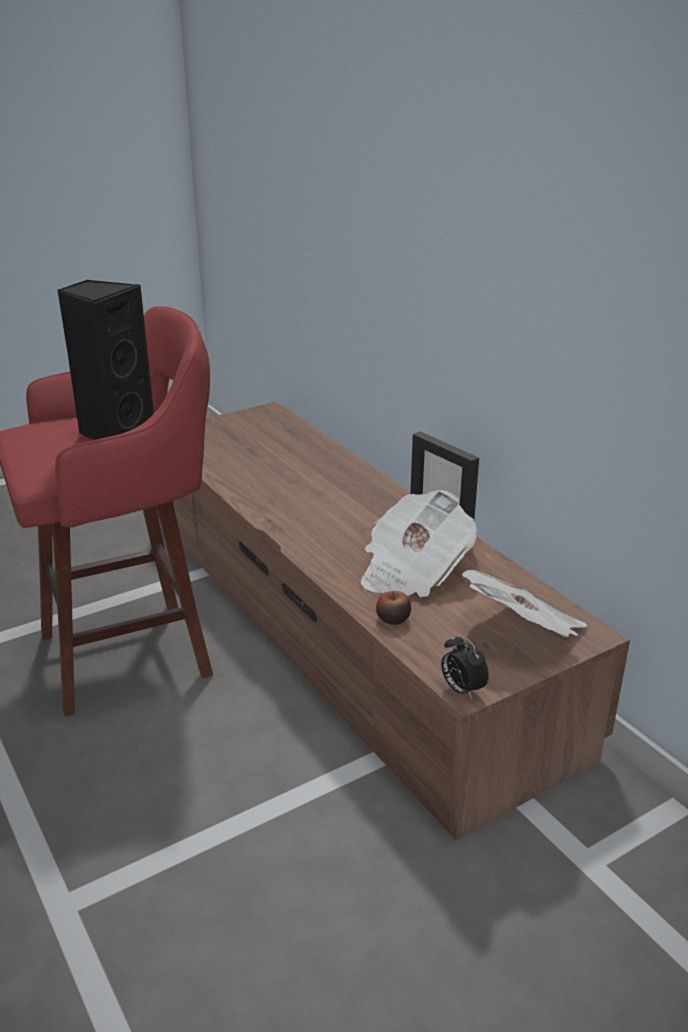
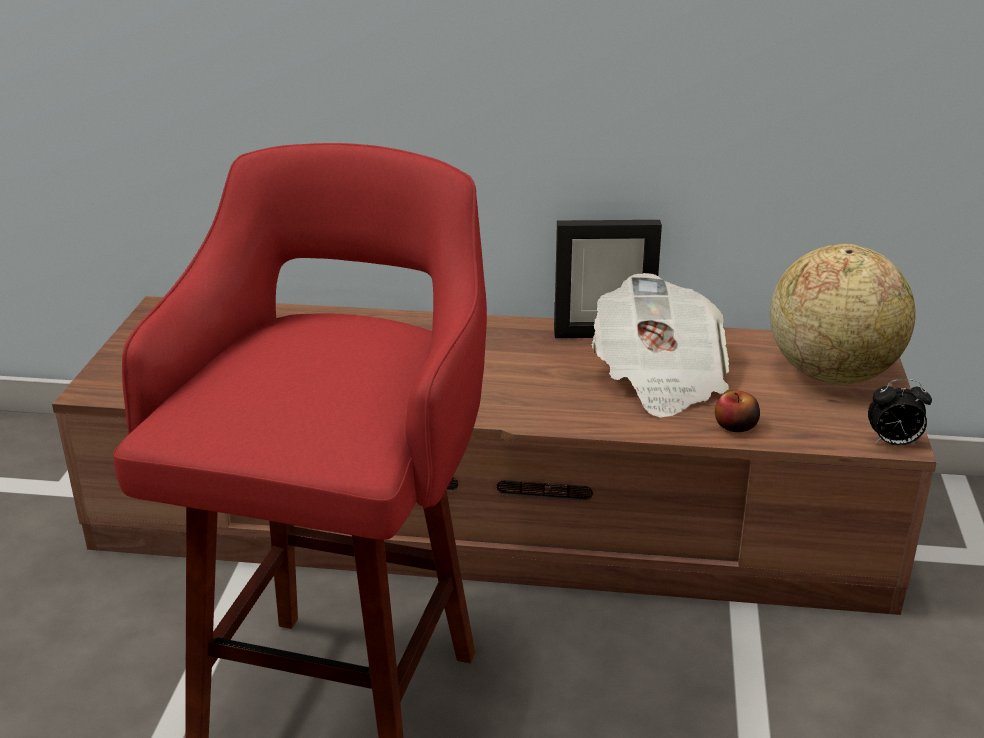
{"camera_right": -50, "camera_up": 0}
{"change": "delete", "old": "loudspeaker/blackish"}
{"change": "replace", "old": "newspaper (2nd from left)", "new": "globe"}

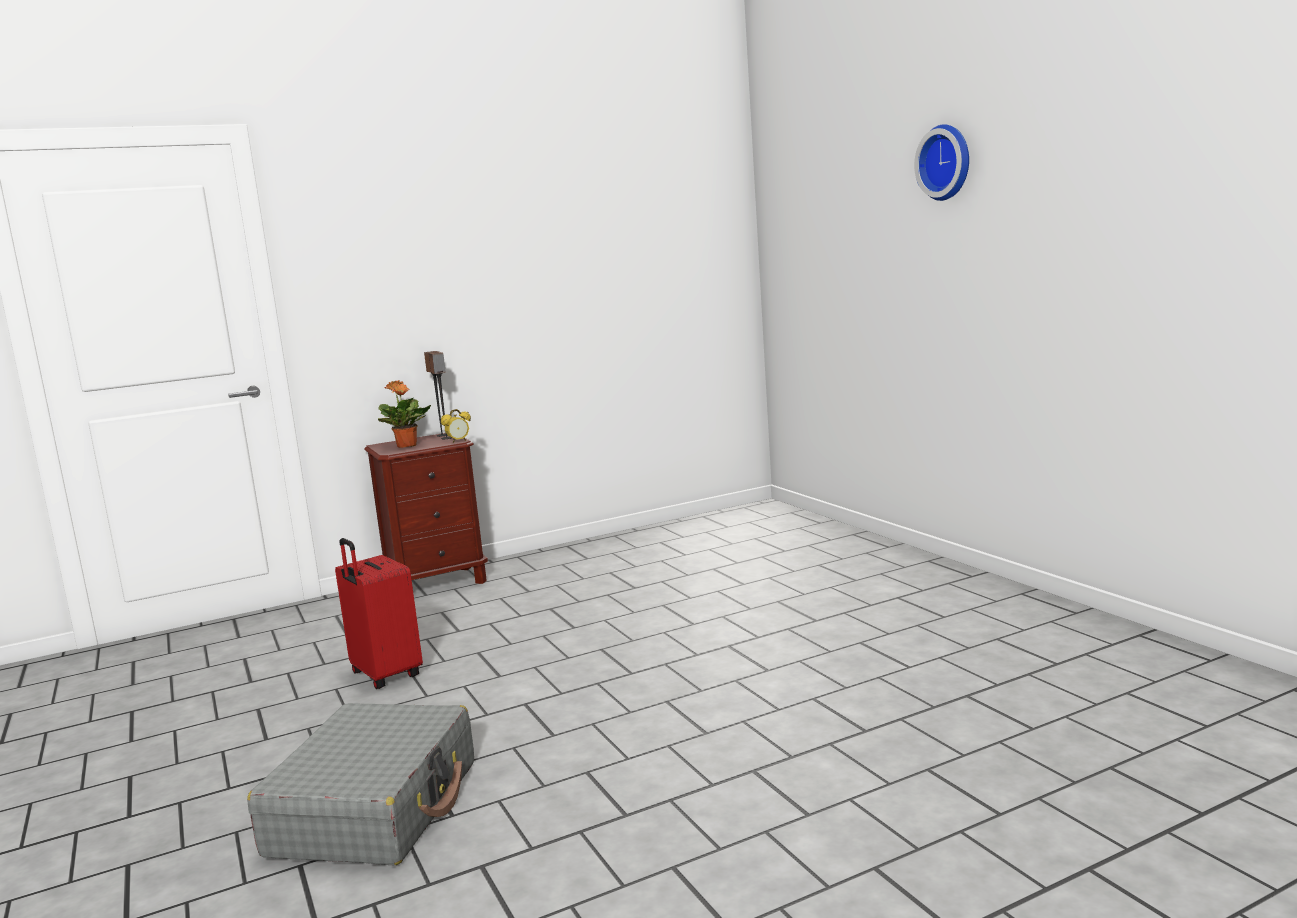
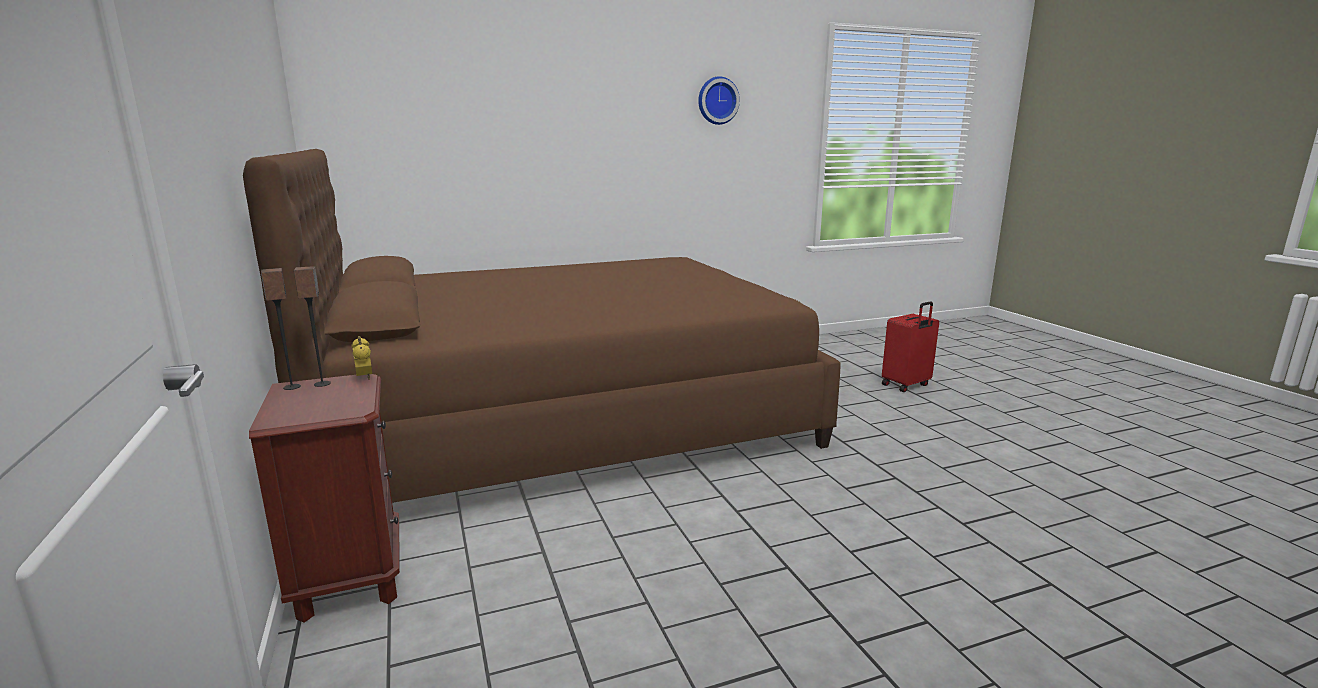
{"camera_right": -85, "camera_up": 5}
{"change": "delete", "old": "piece of luggage/gray"}
{"change": "move", "old": "piece of luggage/reddish"}
{"change": "delete", "old": "potted plant"}
{"change": "move", "old": "hanging clock"}
{"change": "insert", "new": "bed/brownish"}

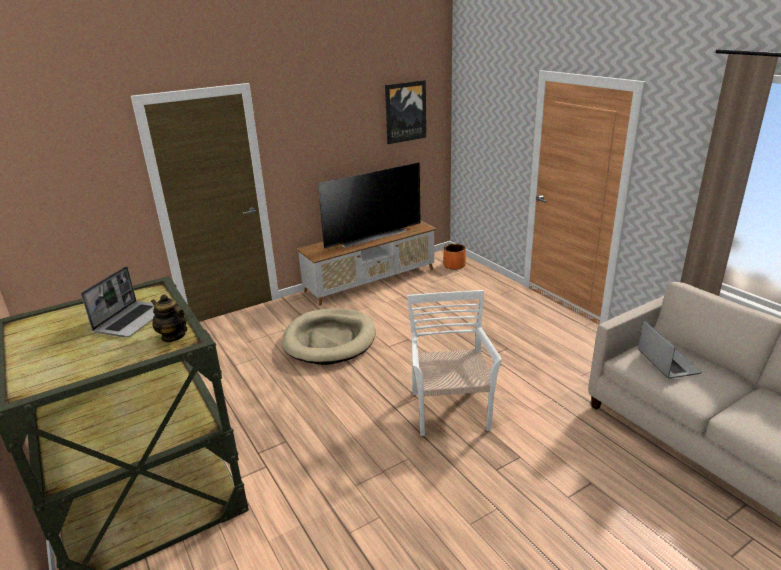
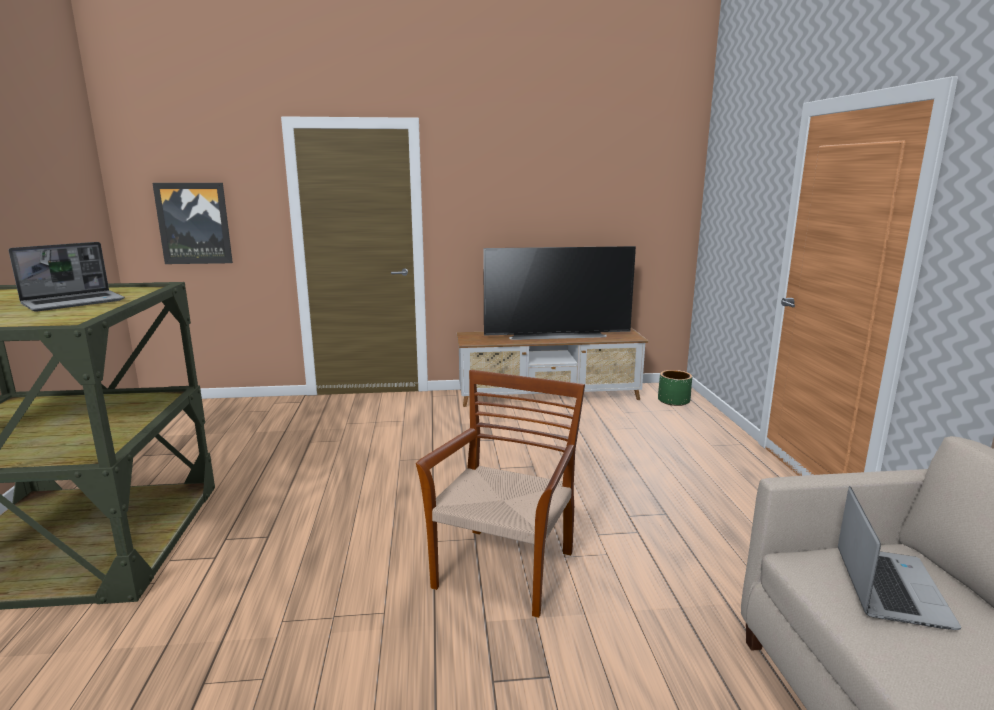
{"camera_right": 25, "camera_up": -10}
{"change": "delete", "old": "tea pot"}
{"change": "delete", "old": "dog bed/beige"}
{"change": "move", "old": "wall art"}
{"change": "recolor", "old": "easy chair/whitish", "new": "easy chair/brownish"}
{"change": "recolor", "old": "planter/orange-coloured", "new": "planter/green"}

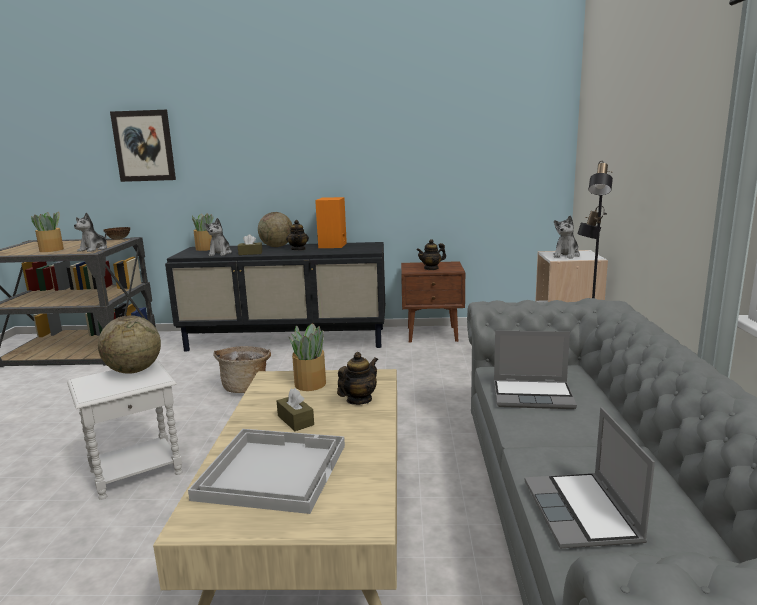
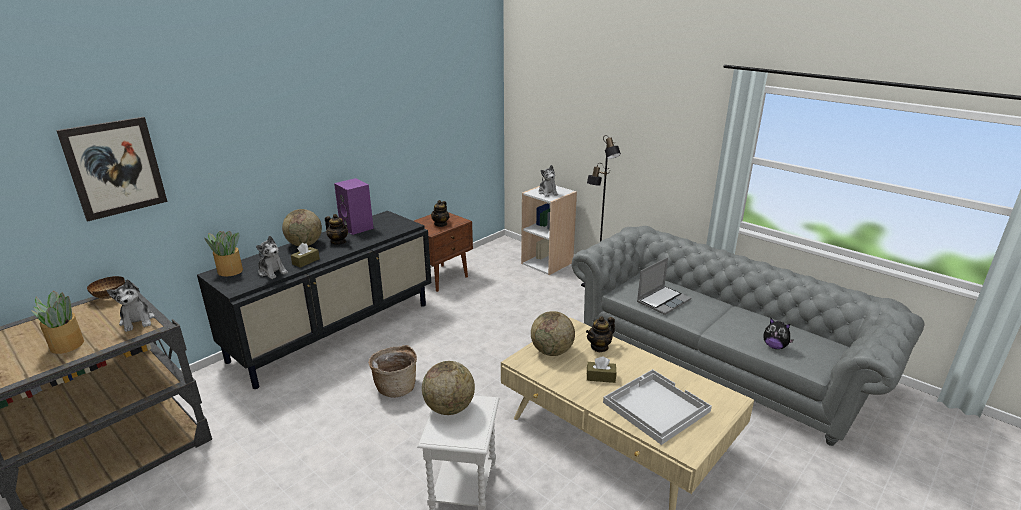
{"camera_right": -50, "camera_up": 10}
{"change": "replace", "old": "potted plant (3rd from left)", "new": "globe (3rd from left)"}
{"change": "recolor", "old": "loudspeaker/orange-coloured", "new": "loudspeaker/purplish"}
{"change": "rotate", "old": "tea pot (2nd from left in the first image)", "degrees": -120}
{"change": "replace", "old": "laptop (2nd from left)", "new": "plush toy (4th from left)"}

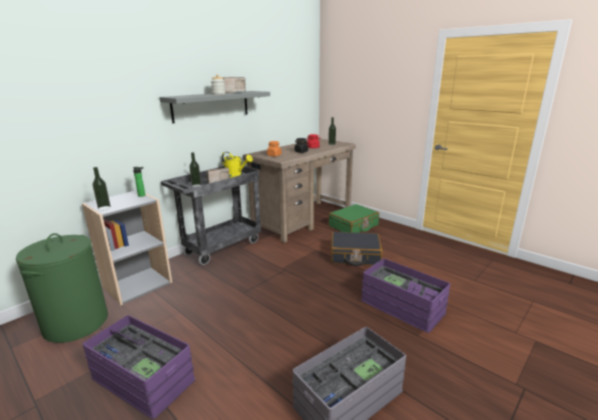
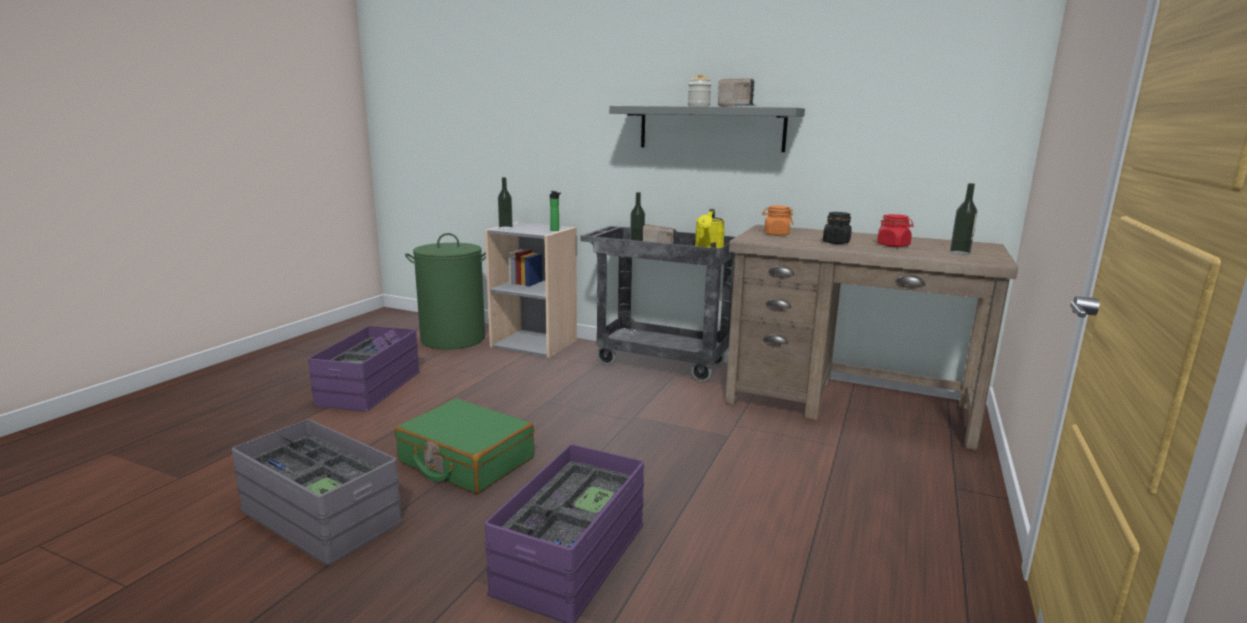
{"camera_right": 70, "camera_up": -5}
{"change": "move", "old": "piece of luggage/green"}
{"change": "delete", "old": "piece of luggage/blackish"}

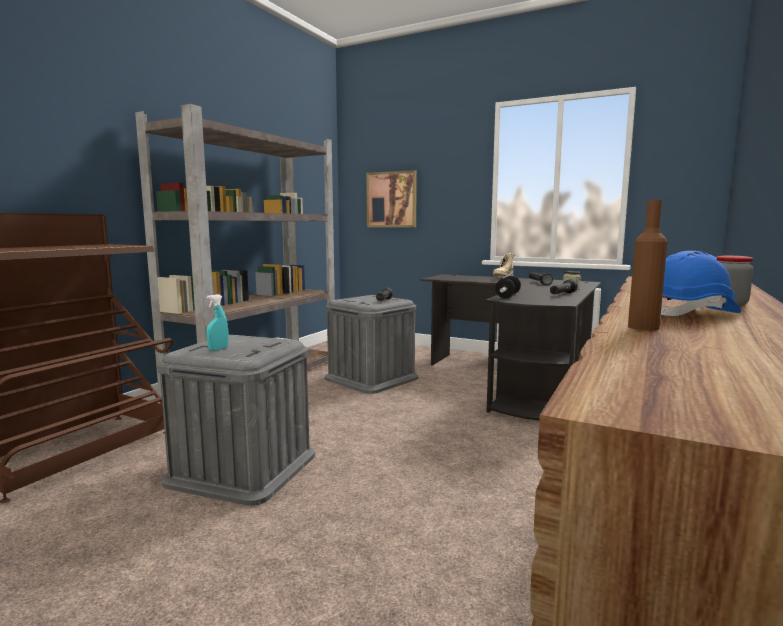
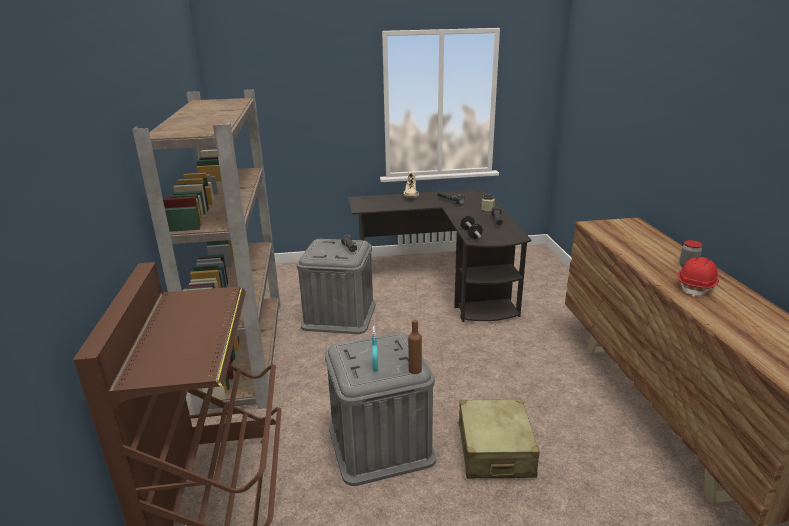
{"camera_right": -35, "camera_up": 15}
{"change": "delete", "old": "wall art"}
{"change": "move", "old": "drink bottle/brownish"}
{"change": "recolor", "old": "hard hat/bluish", "new": "hard hat/reddish"}
{"change": "insert", "new": "piece of luggage/beige"}

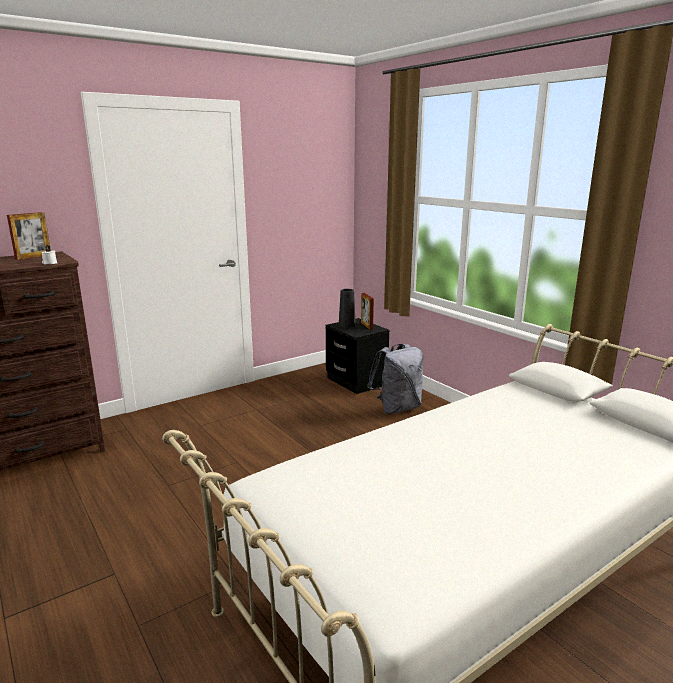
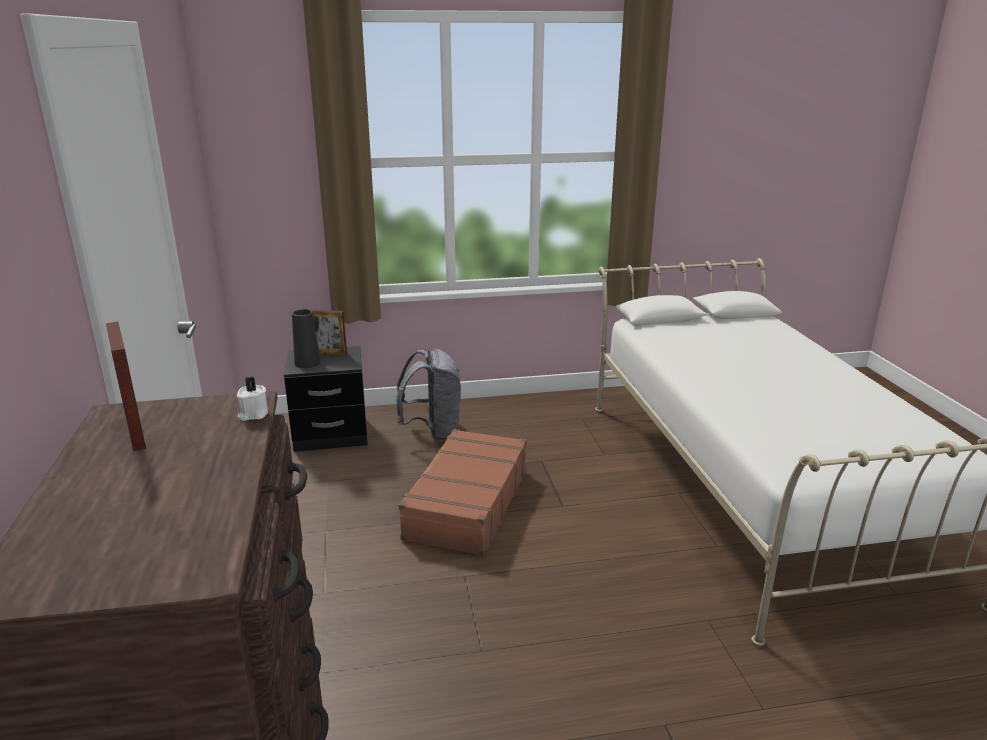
{"camera_right": -65, "camera_up": 5}
{"change": "insert", "new": "piece of luggage/brownish"}

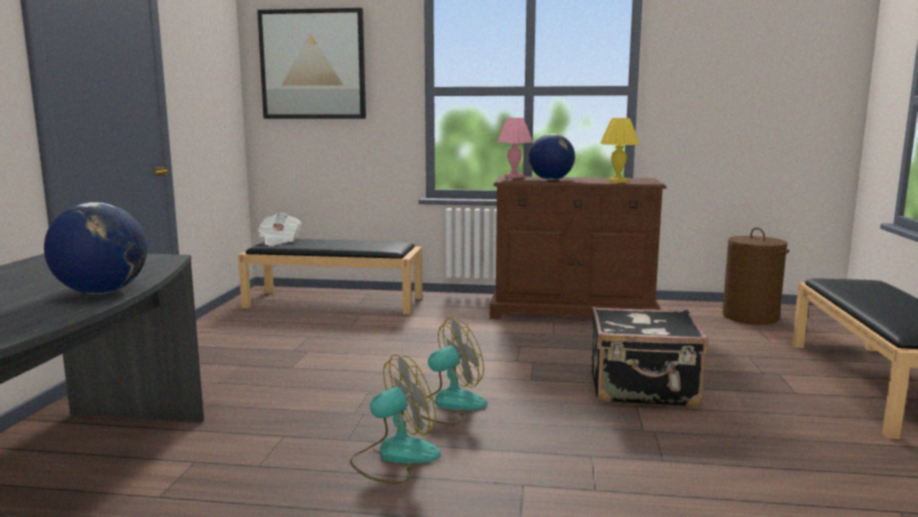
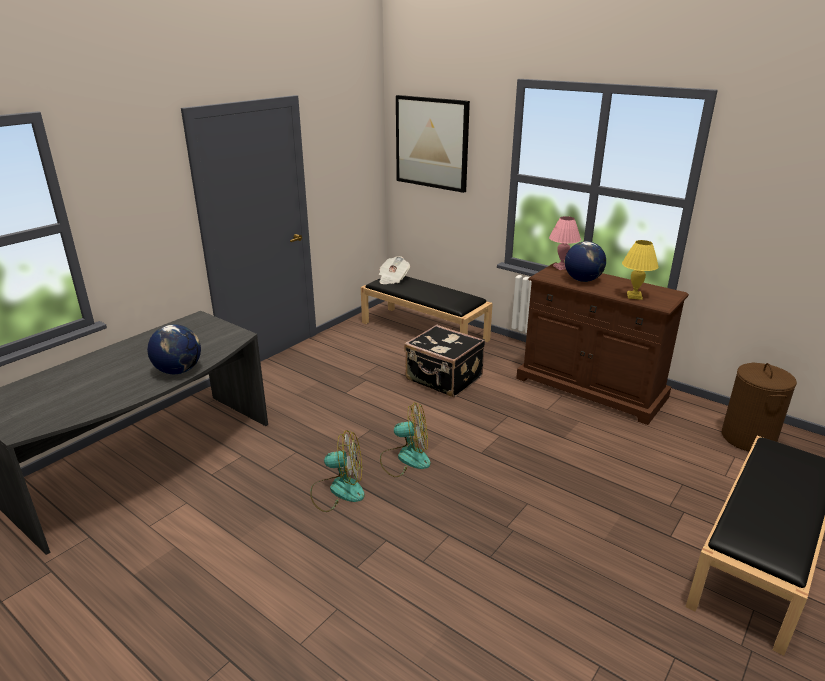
{"camera_right": 30, "camera_up": 15}
{"change": "move", "old": "piece of luggage/blackish"}

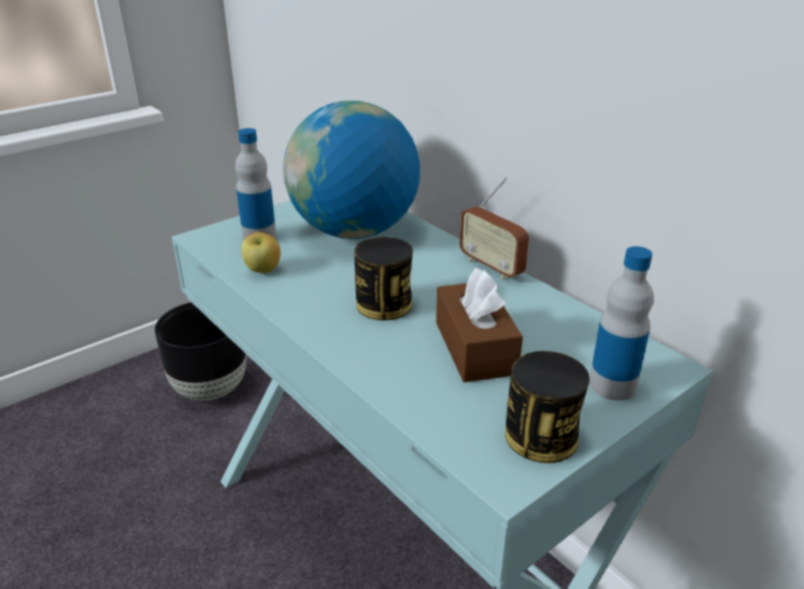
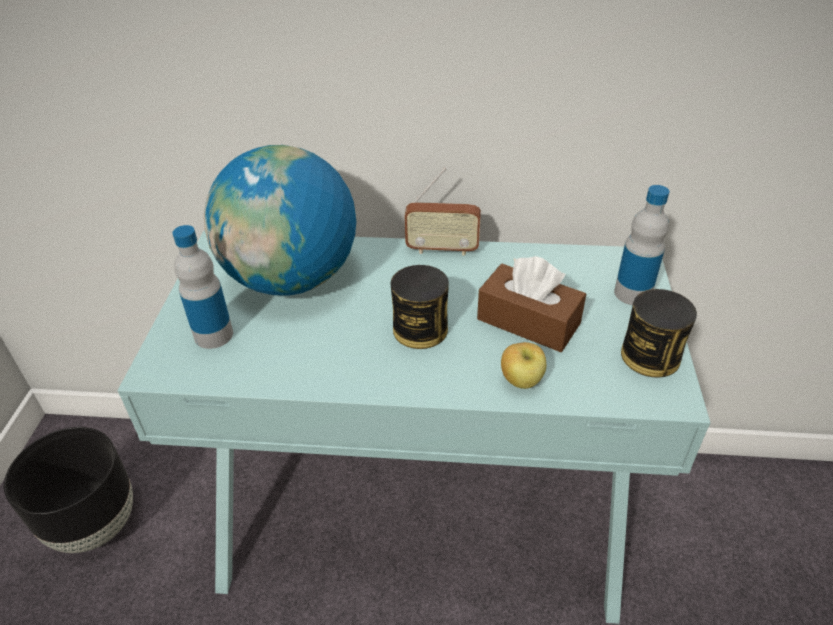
{"camera_right": -45, "camera_up": 10}
{"change": "move", "old": "whole apple"}

